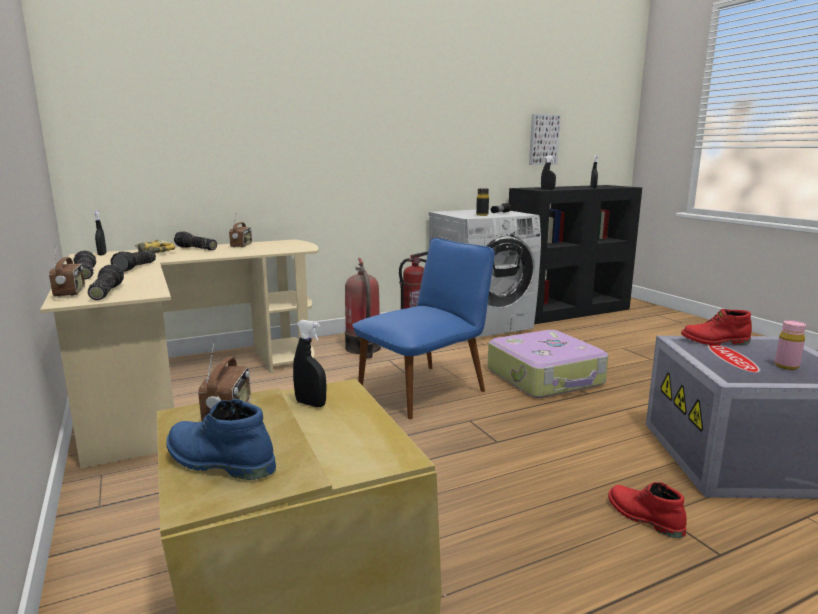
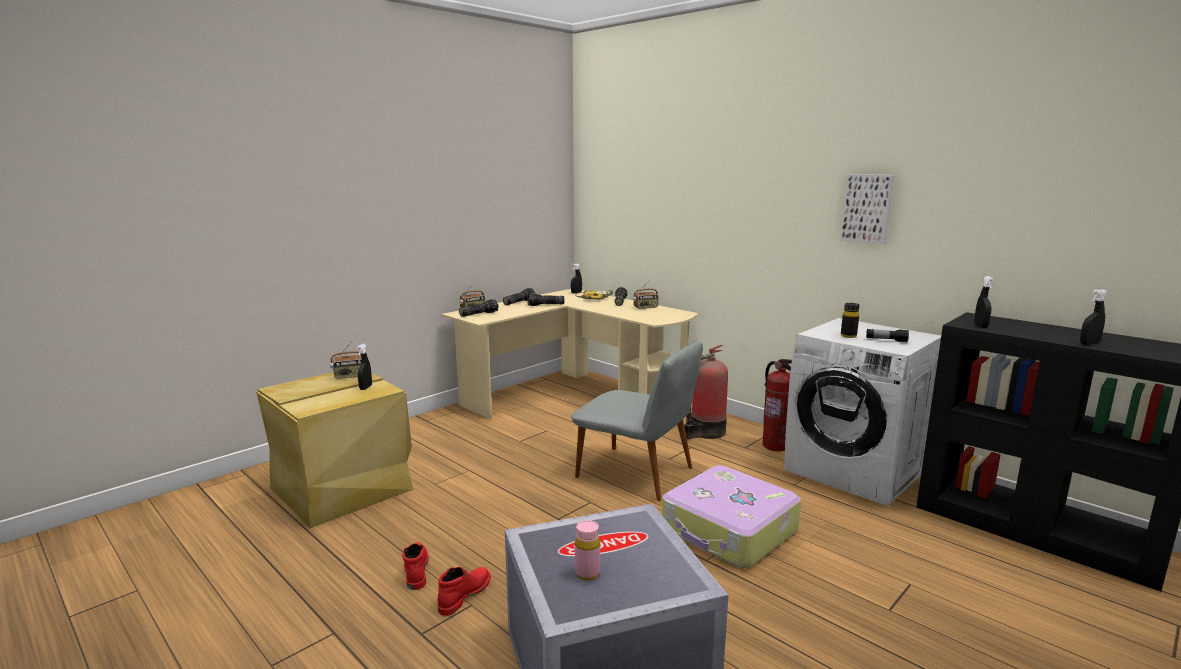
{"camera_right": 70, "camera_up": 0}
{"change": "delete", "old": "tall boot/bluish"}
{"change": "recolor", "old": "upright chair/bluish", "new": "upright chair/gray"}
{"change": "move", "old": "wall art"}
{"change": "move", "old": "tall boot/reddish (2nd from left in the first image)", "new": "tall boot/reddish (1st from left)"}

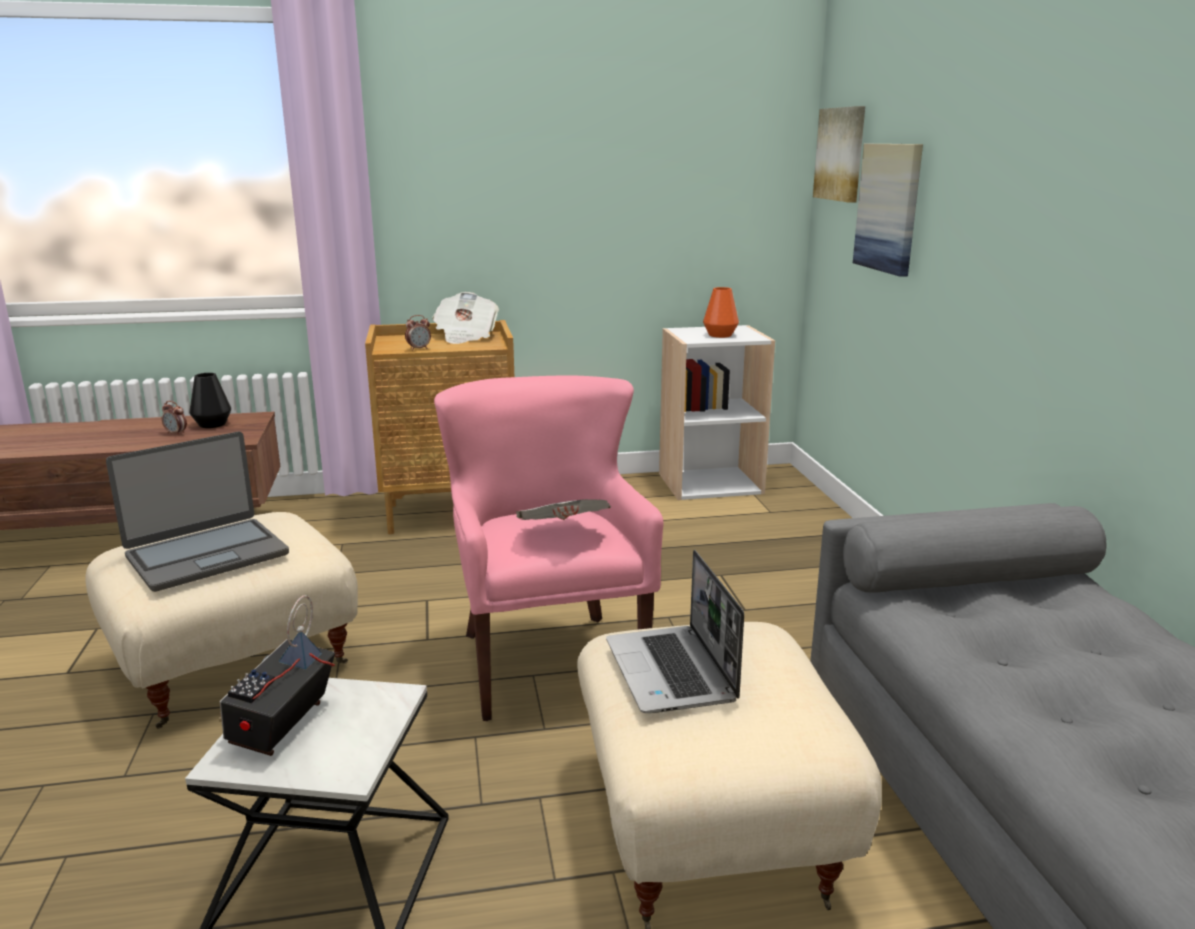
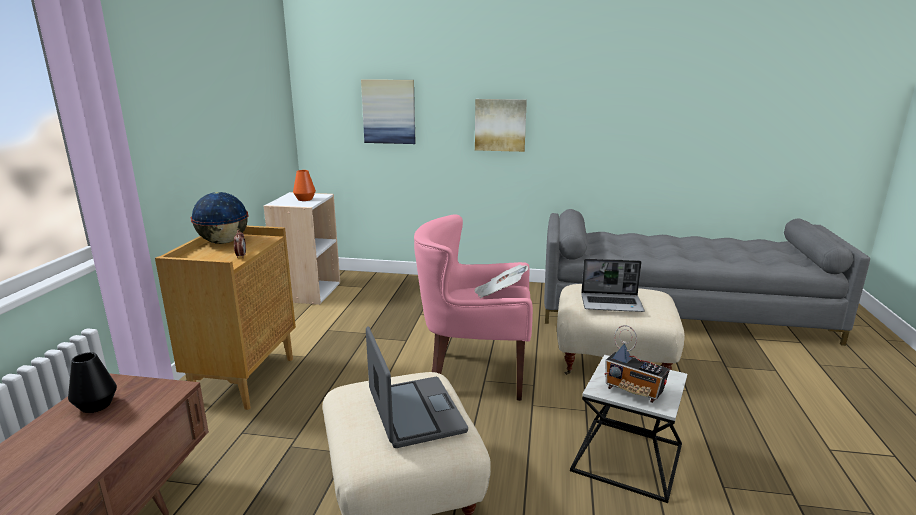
{"camera_right": -70, "camera_up": 0}
{"change": "delete", "old": "bedside clock (1st from left)"}
{"change": "replace", "old": "newspaper (1st from left)", "new": "globe"}
{"change": "move", "old": "wall art (1st from left in the first image)", "new": "wall art (2nd from left)"}

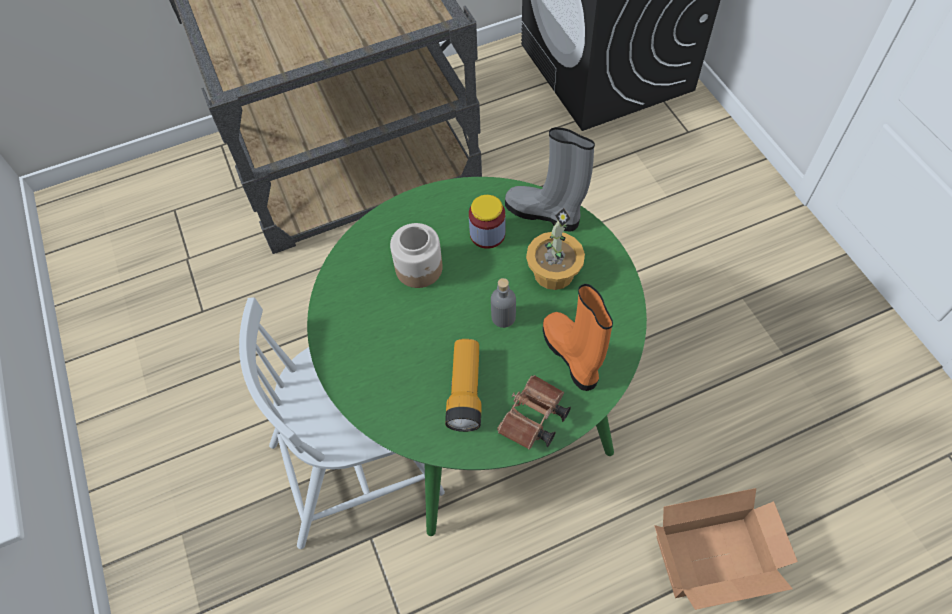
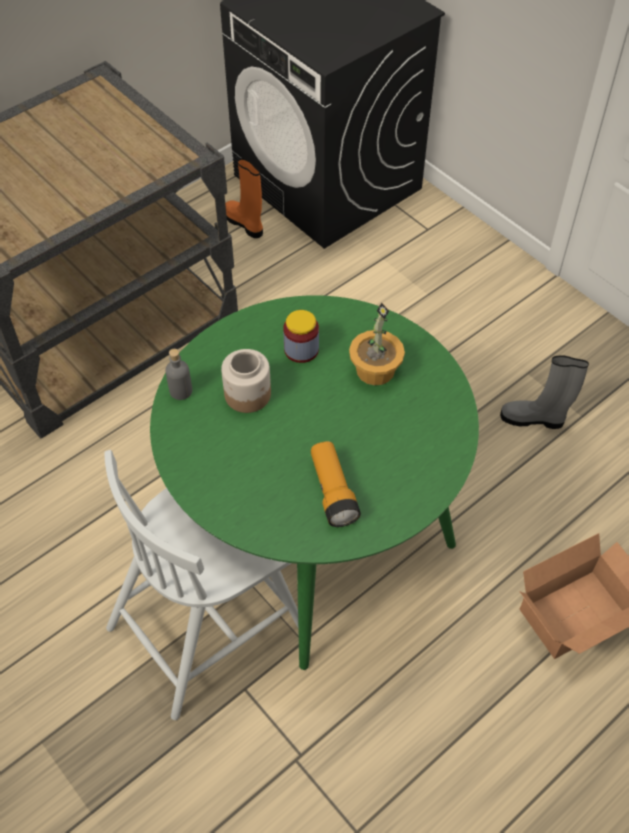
{"camera_right": -20, "camera_up": -5}
{"change": "move", "old": "drink bottle/gray"}
{"change": "delete", "old": "pair of binoculars/brownish"}
{"change": "move", "old": "tall boot/gray"}
{"change": "move", "old": "tall boot/orange-coloured"}

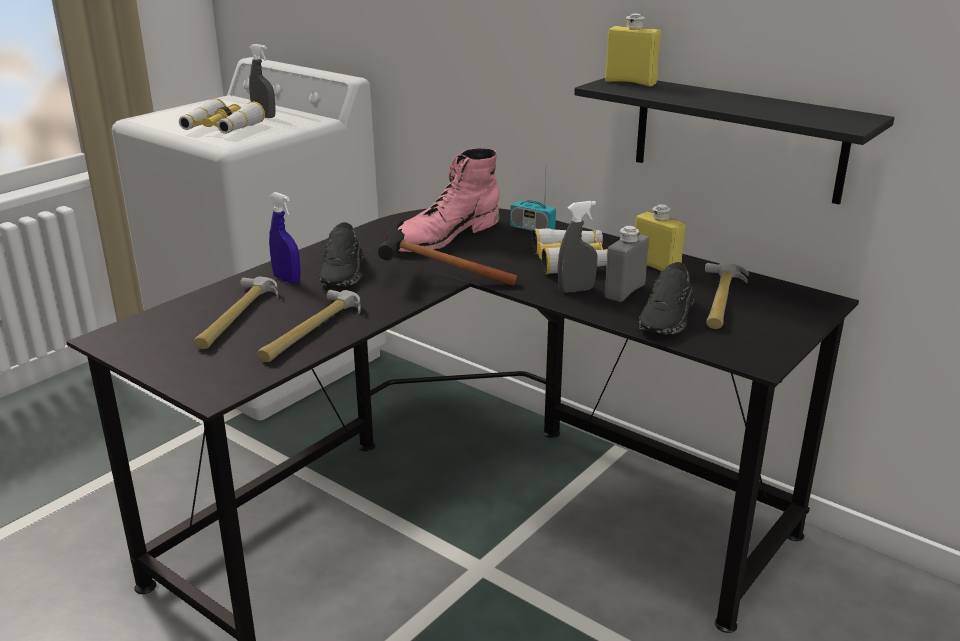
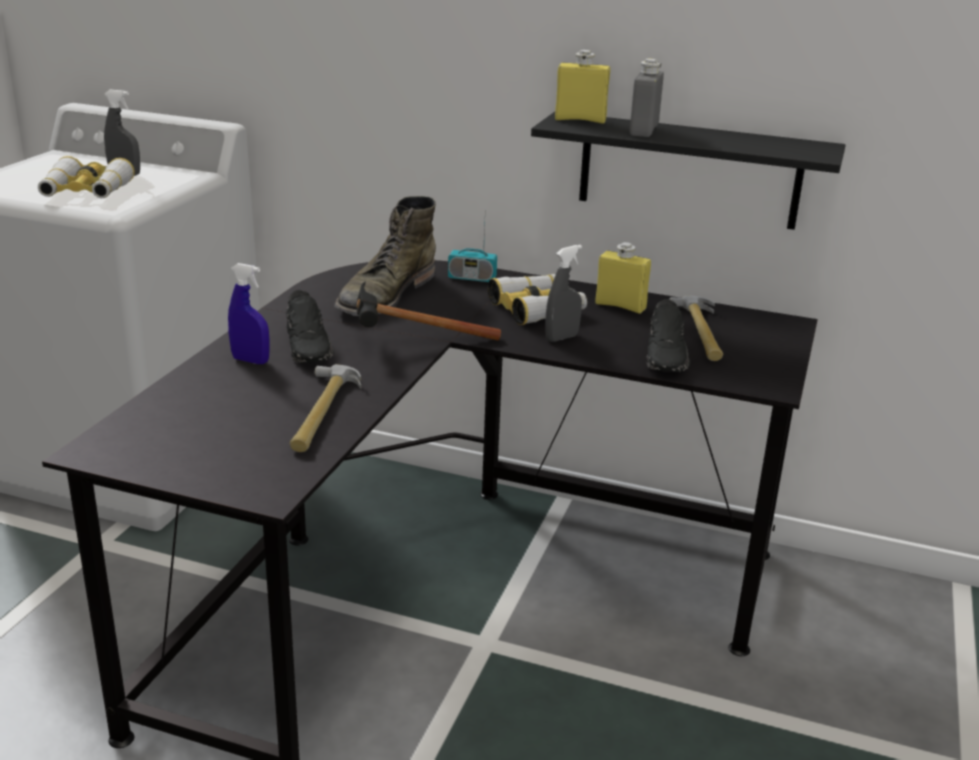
{"camera_right": -20, "camera_up": 0}
{"change": "delete", "old": "tool hammer (1st from left)"}
{"change": "recolor", "old": "tall boot/pink-coloured", "new": "tall boot/green"}
{"change": "move", "old": "drink bottle/gray"}

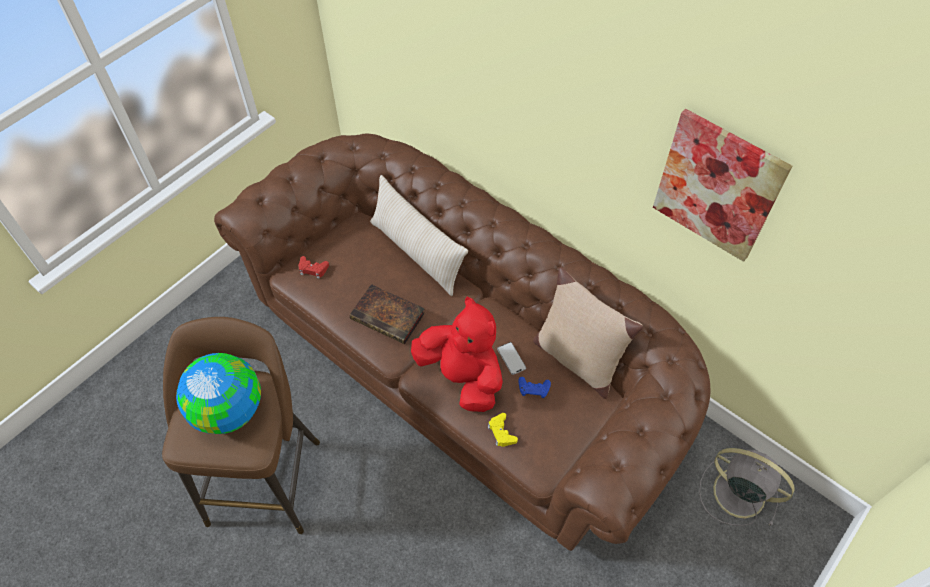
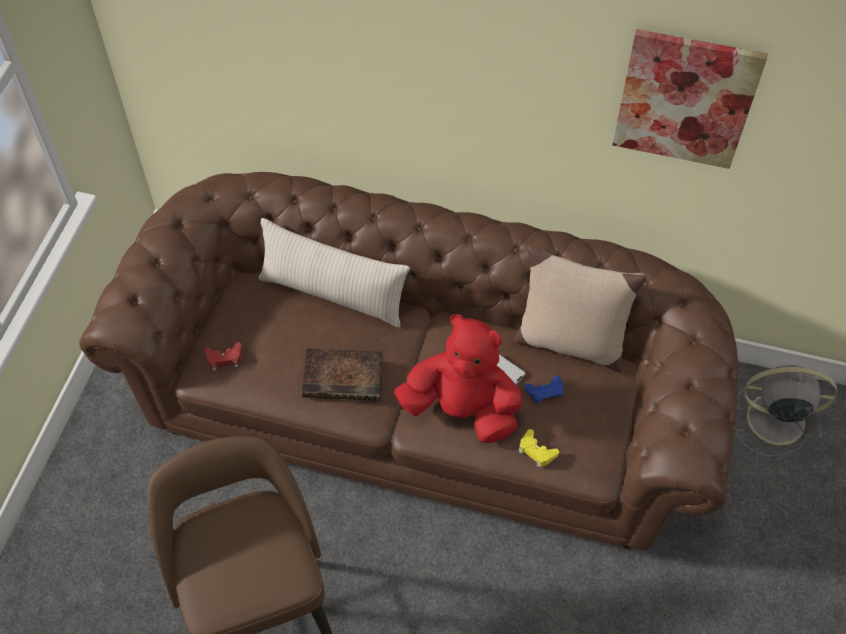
{"camera_right": -25, "camera_up": 0}
{"change": "delete", "old": "globe"}

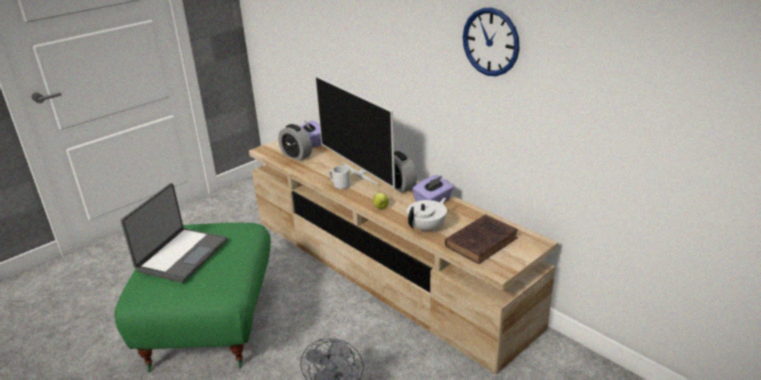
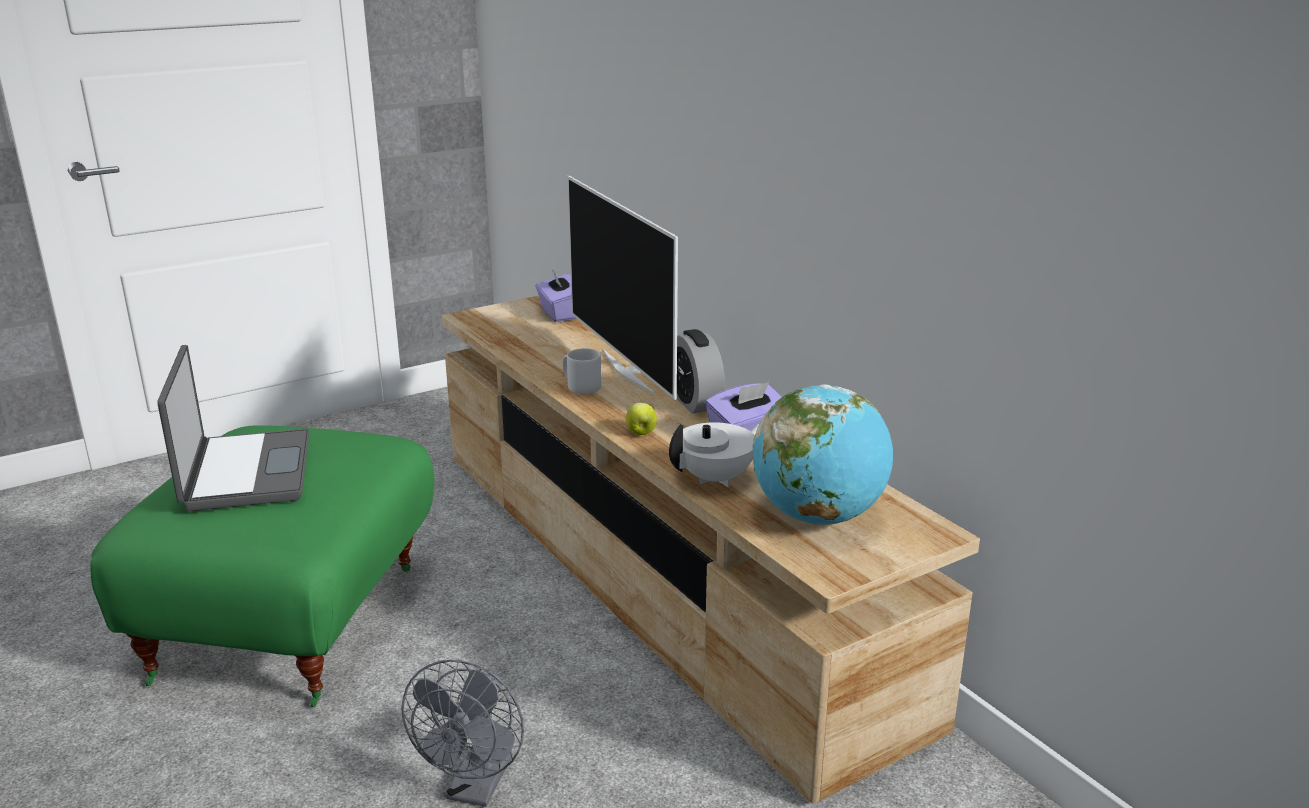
{"camera_right": 10, "camera_up": -5}
{"change": "rotate", "old": "laptop", "degrees": -45}
{"change": "delete", "old": "bedside clock (1st from left)"}
{"change": "replace", "old": "bound book/brownish", "new": "globe"}
{"change": "delete", "old": "hanging clock"}

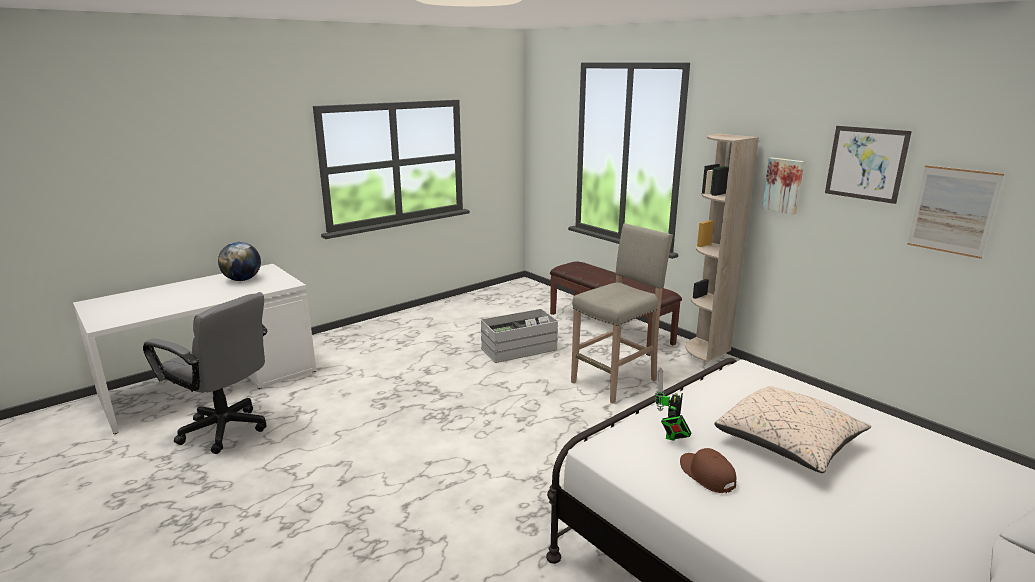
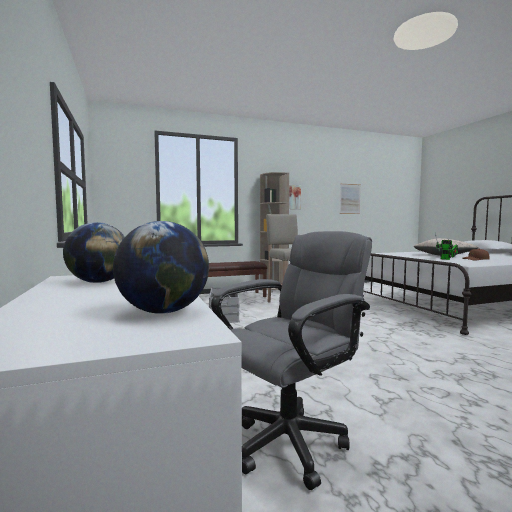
{"camera_right": -70, "camera_up": -15}
{"change": "delete", "old": "wall art (2nd from left)"}
{"change": "insert", "new": "globe (2nd from left)"}

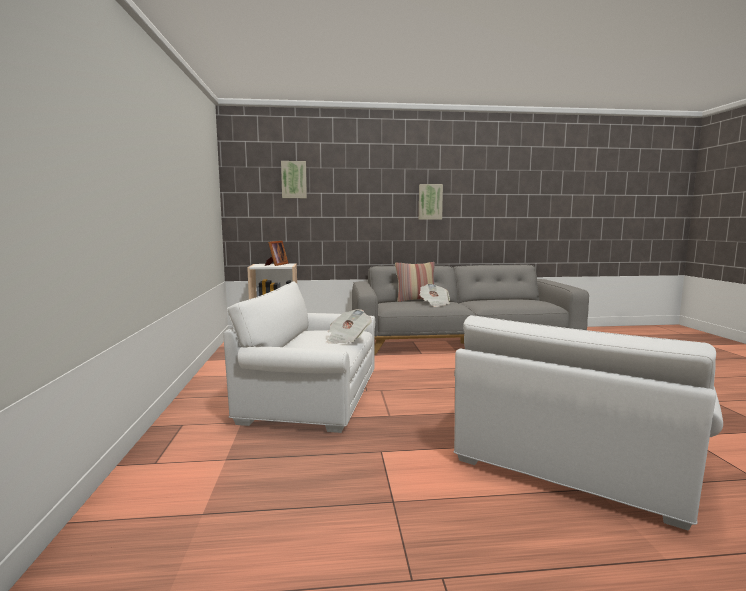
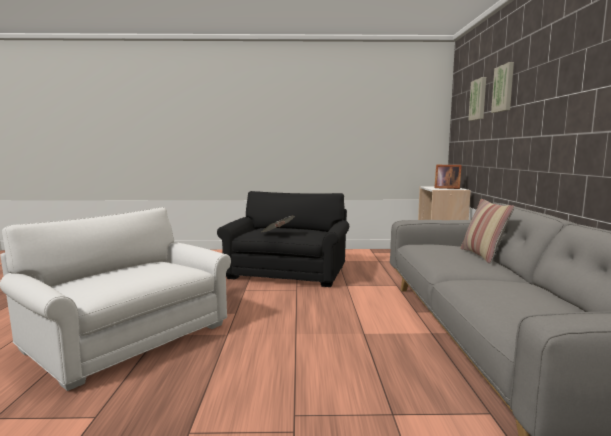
{"camera_right": 95, "camera_up": 0}
{"change": "recolor", "old": "easy chair/whitish (1st from left)", "new": "easy chair/blackish"}
{"change": "move", "old": "wall art (2nd from left)"}
{"change": "delete", "old": "newspaper (2nd from left)"}

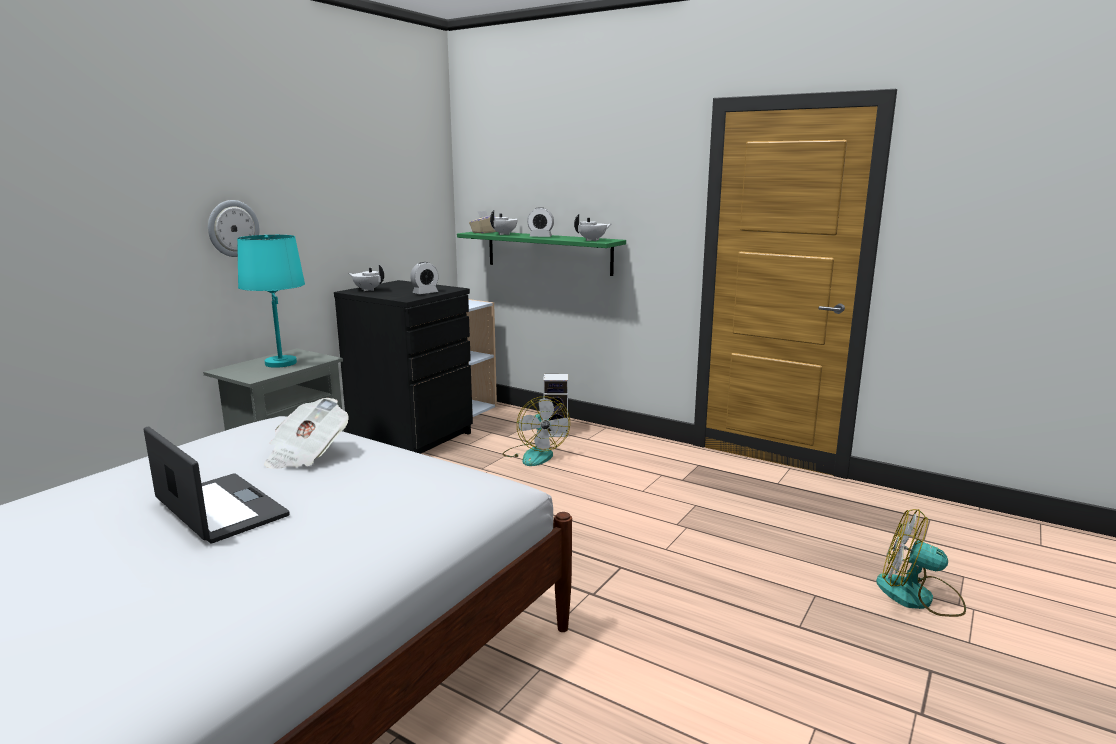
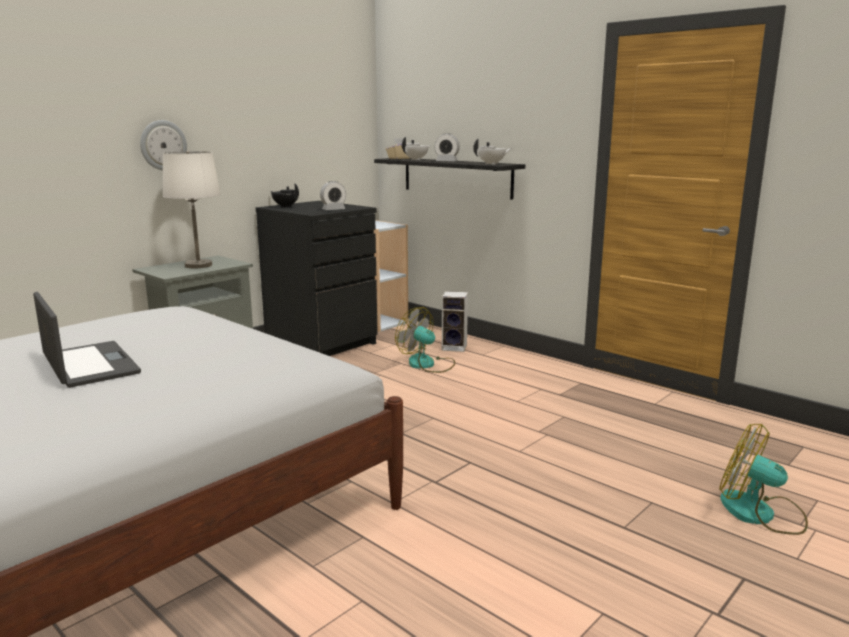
{"camera_right": 10, "camera_up": 0}
{"change": "recolor", "old": "tabletop lamp/blue-green", "new": "tabletop lamp/whitish"}
{"change": "delete", "old": "newspaper"}
{"change": "recolor", "old": "tea pot/whitish (1st from left)", "new": "tea pot/blackish"}
{"change": "recolor", "old": "bracket shelf/green", "new": "bracket shelf/blackish"}
{"change": "rotate", "old": "electric fan (1st from left)", "degrees": 135}

